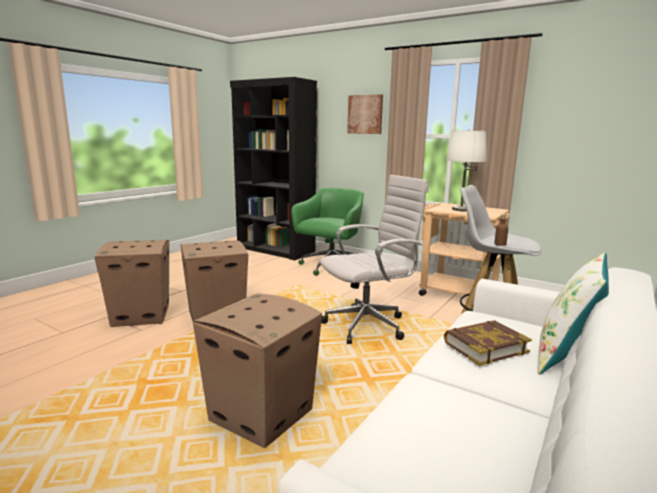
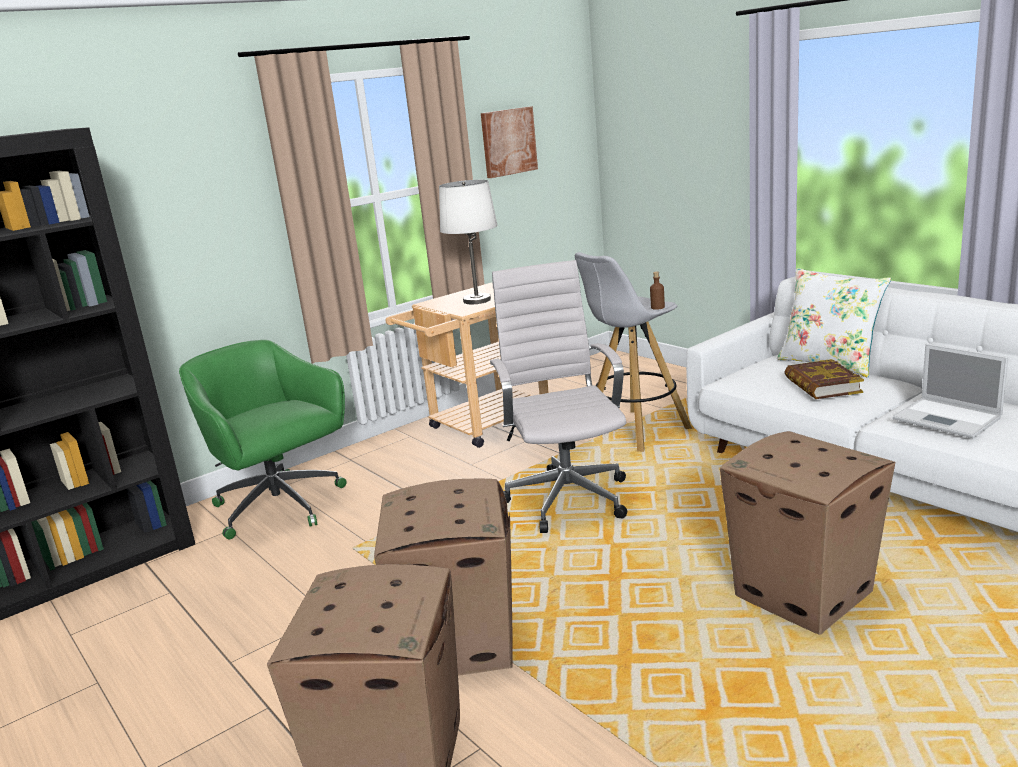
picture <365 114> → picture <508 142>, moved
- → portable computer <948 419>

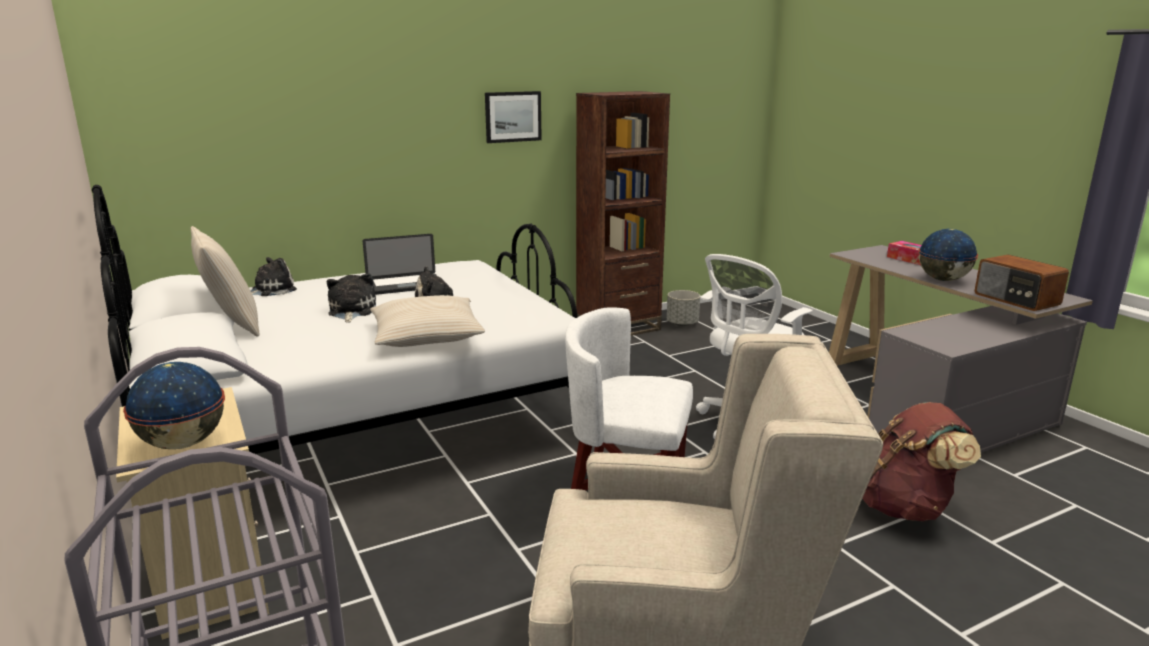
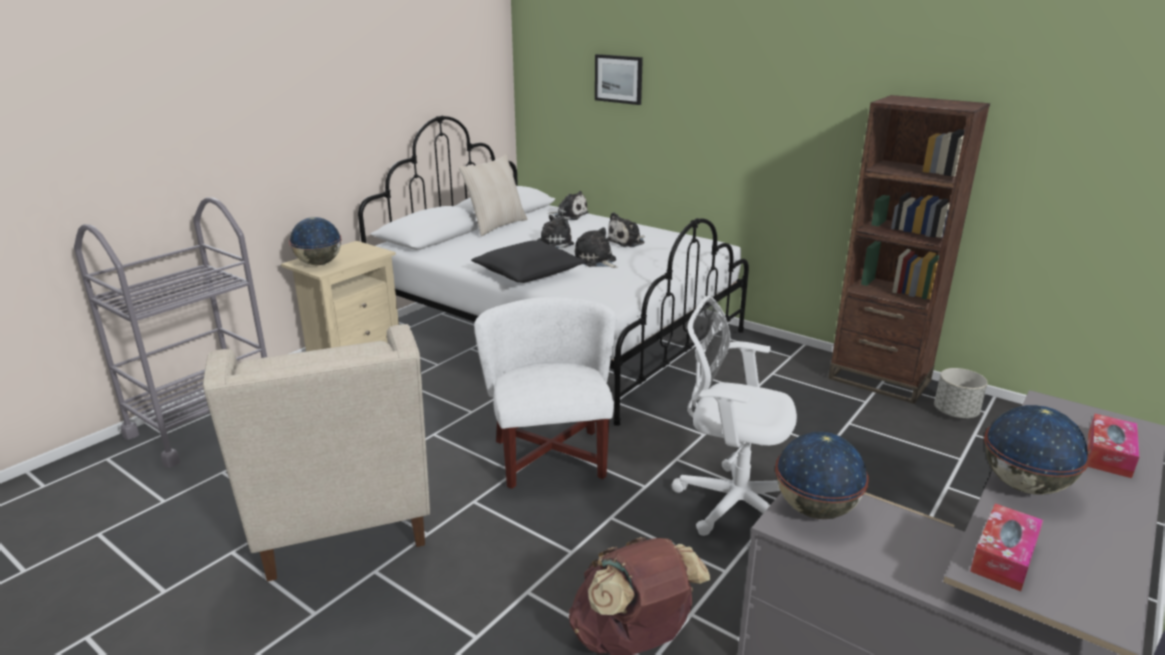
portable computer <404 285> → cuddly toy <627 242>
beige throw pillow <426 335> → black throw pillow <528 273>
picture <513 116> → picture <619 79>, moved
radio set <1016 300> → box of tissues <1003 556>
- → desk globe <815 510>

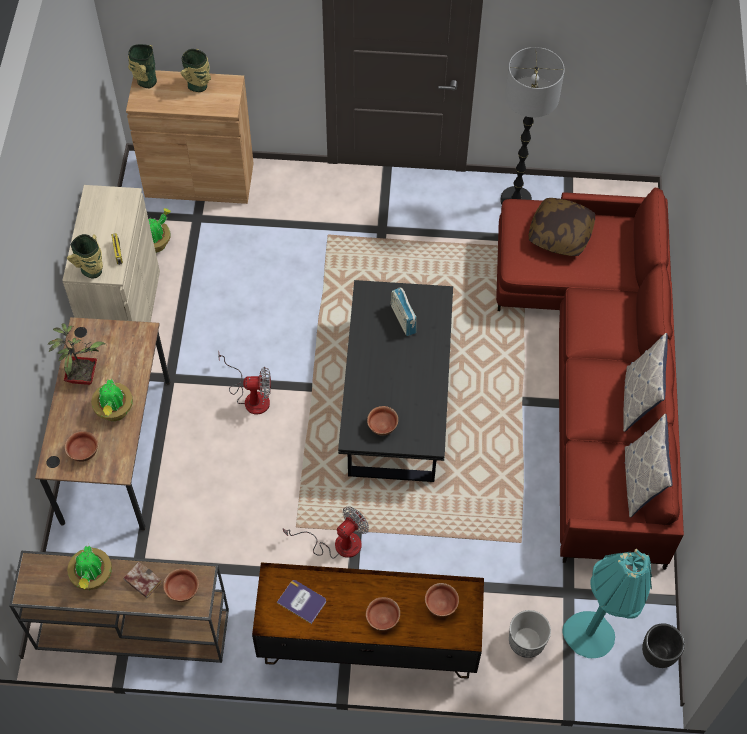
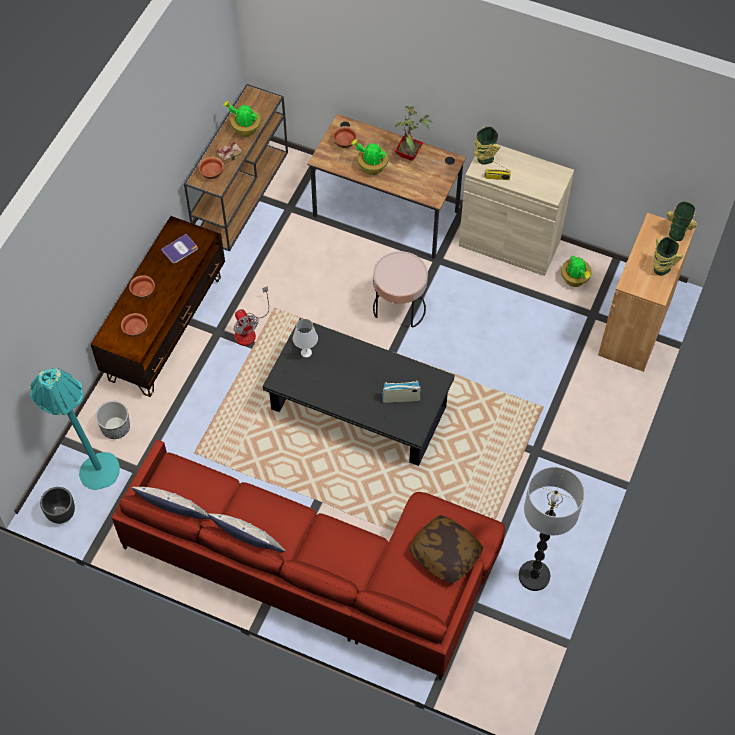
electric fan <251 396> → pink-coloured accent table <399 308>
deep dish <383 427> → white table lamp <306 352>

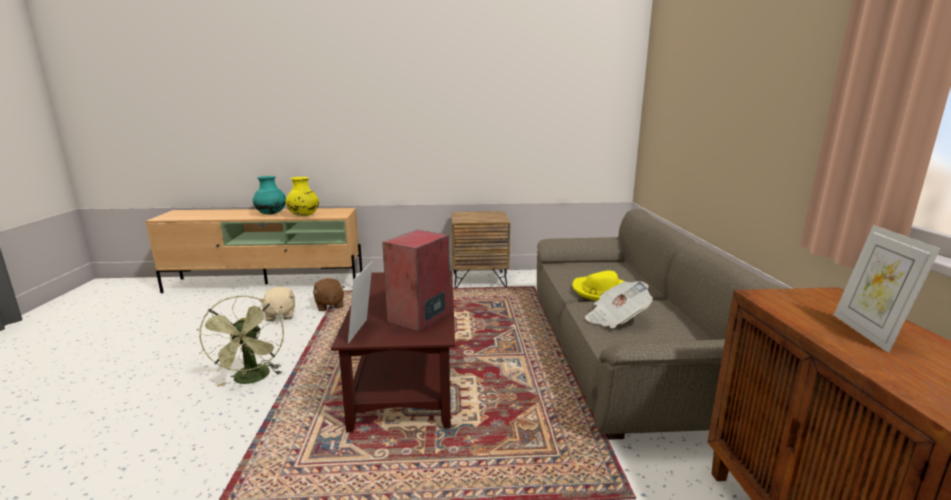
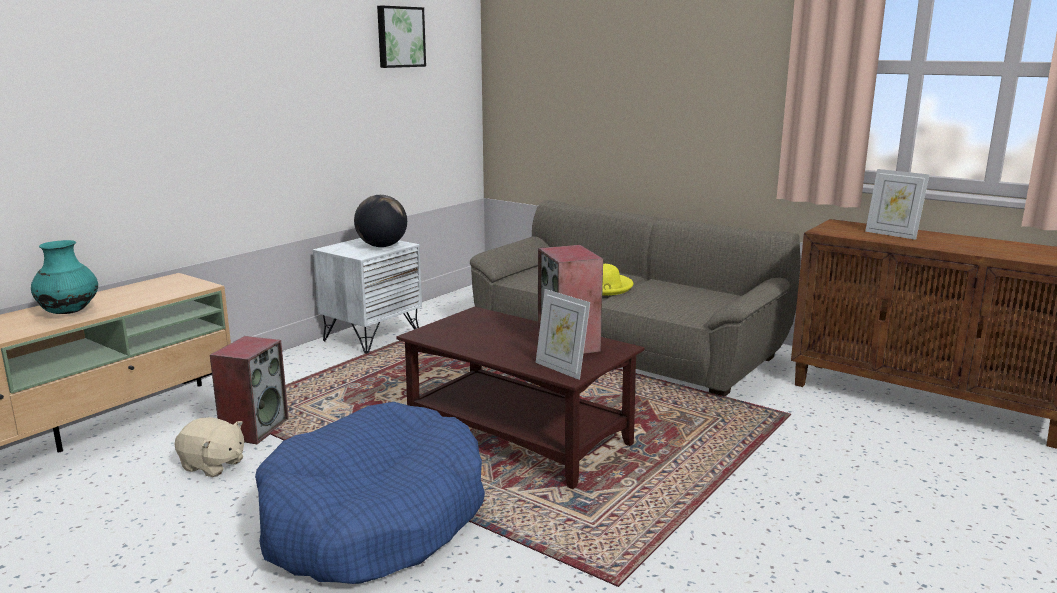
greenish electric fan <252 379> → blue-coloured pet bed <373 519>
yellowish flower vase <303 215> → -
brown-coloured cuddly toy <329 305> → speaker <254 428>
brown-coloured bedside table <479 280> → white bedside table <371 337>
daily paper <616 319> → -
- → desk globe <382 246>
- → picture <399 37>

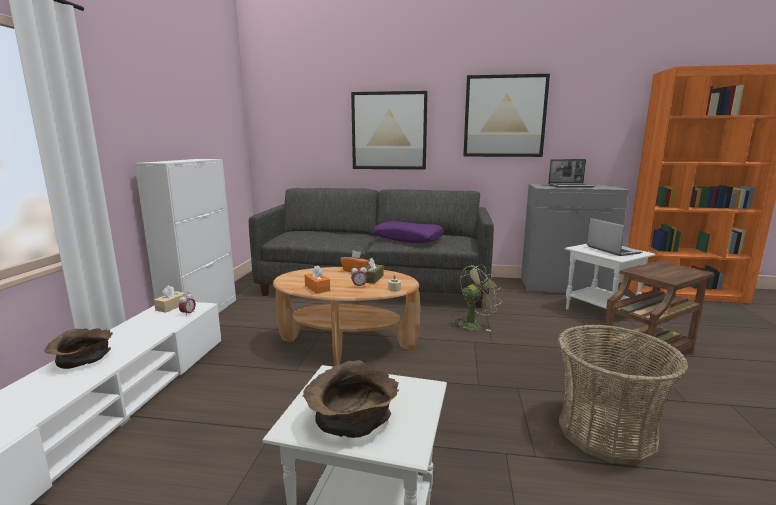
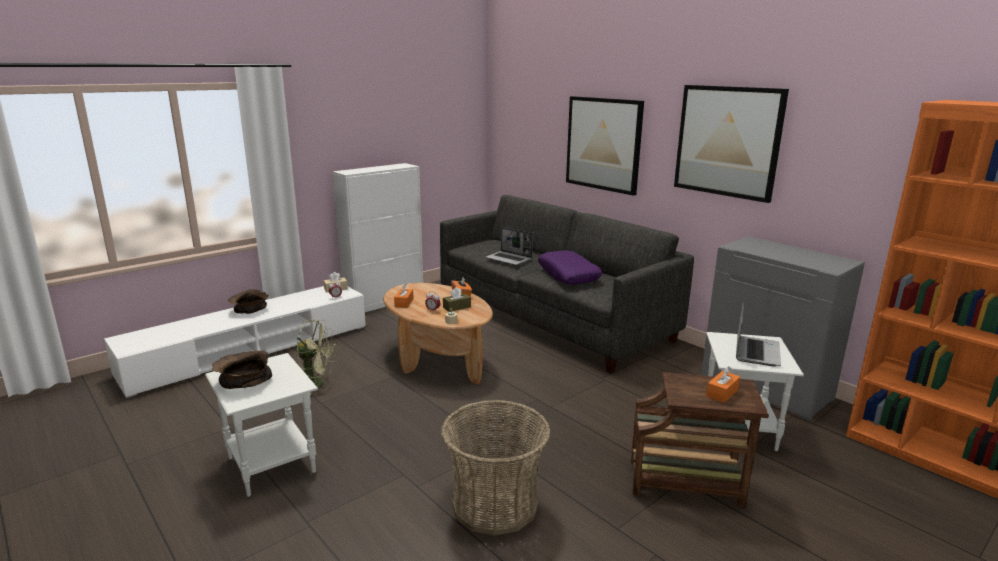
greenish electric fan <473 324> → greenish electric fan <316 384>, moved
portable computer <571 186> → portable computer <509 259>, moved
- → orange box of tissues <722 393>

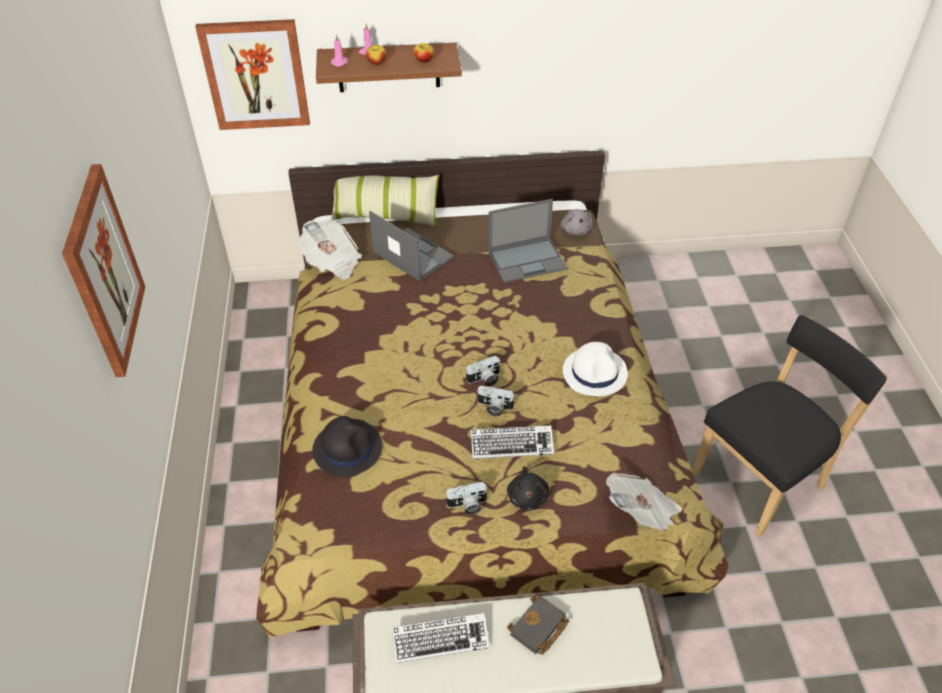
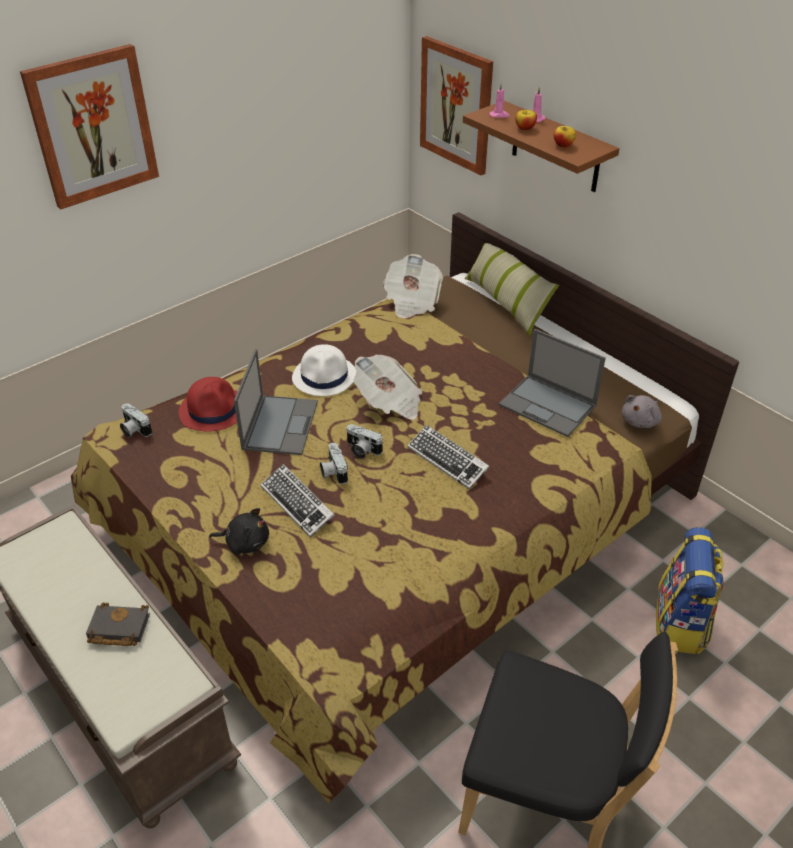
black clothing hat <347 448> → red clothing hat <213 410>
portable computer <412 254> → portable computer <280 424>, moved
PC keyboard <440 640> → PC keyboard <447 460>, moved
still camera <467 505> → still camera <134 430>, moved
black cuddly toy <527 496> → black cuddly toy <245 542>, 135 degrees counterclockwise
white clothing hat <595 372> → white clothing hat <325 376>, moved
daily paper <642 512> → daily paper <389 402>, moved
- → rucksack <680 624>

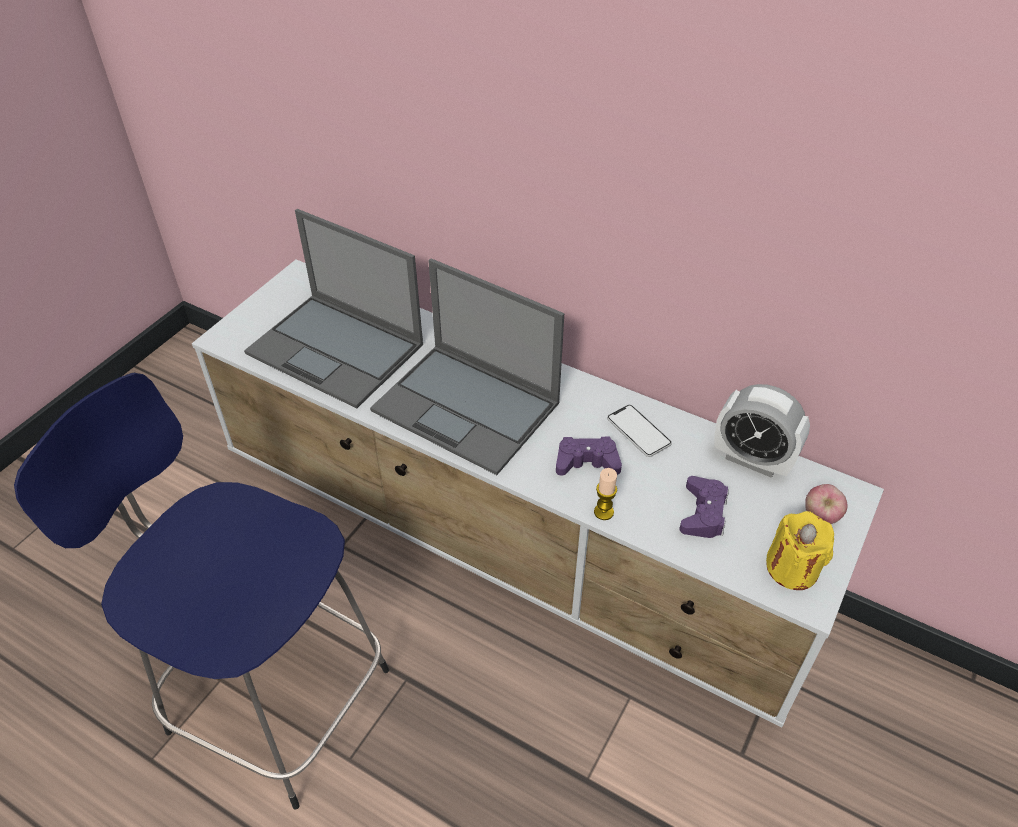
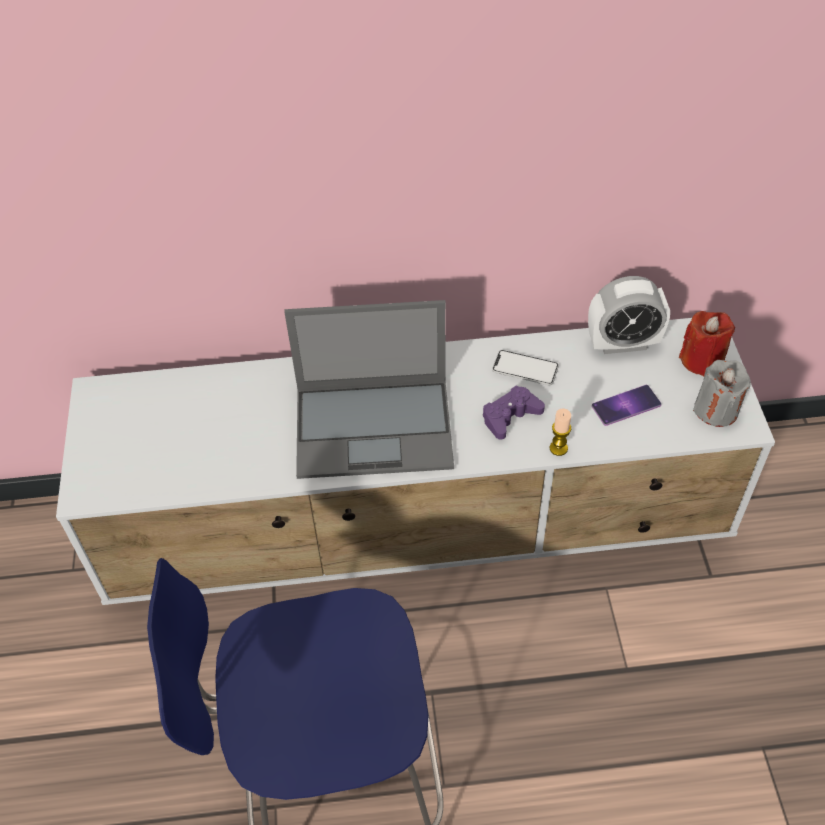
portable computer <337 349> → -
purple joypad <703 513> → phone <626 405>
yellowish candle <792 568> → grey candle <716 410>
whole apple <820 517> → red candle <702 360>

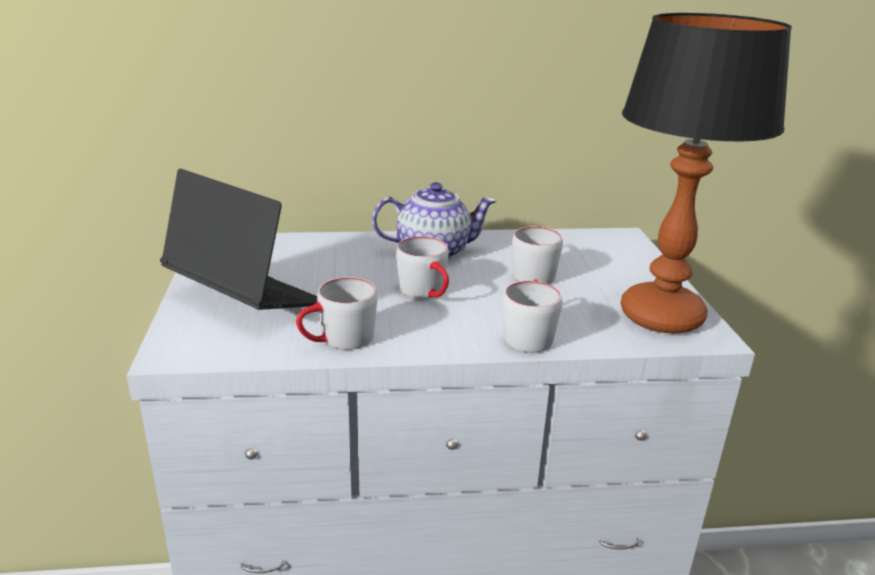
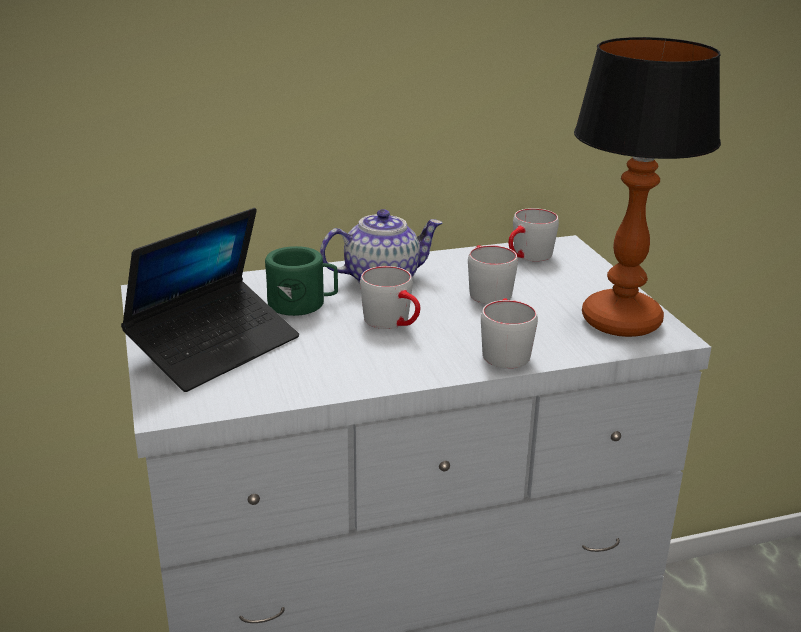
portable computer <246 299> → portable computer <215 347>, 105 degrees clockwise
grey mug <337 341> → grey mug <527 257>, moved
- → greenish mug <303 304>

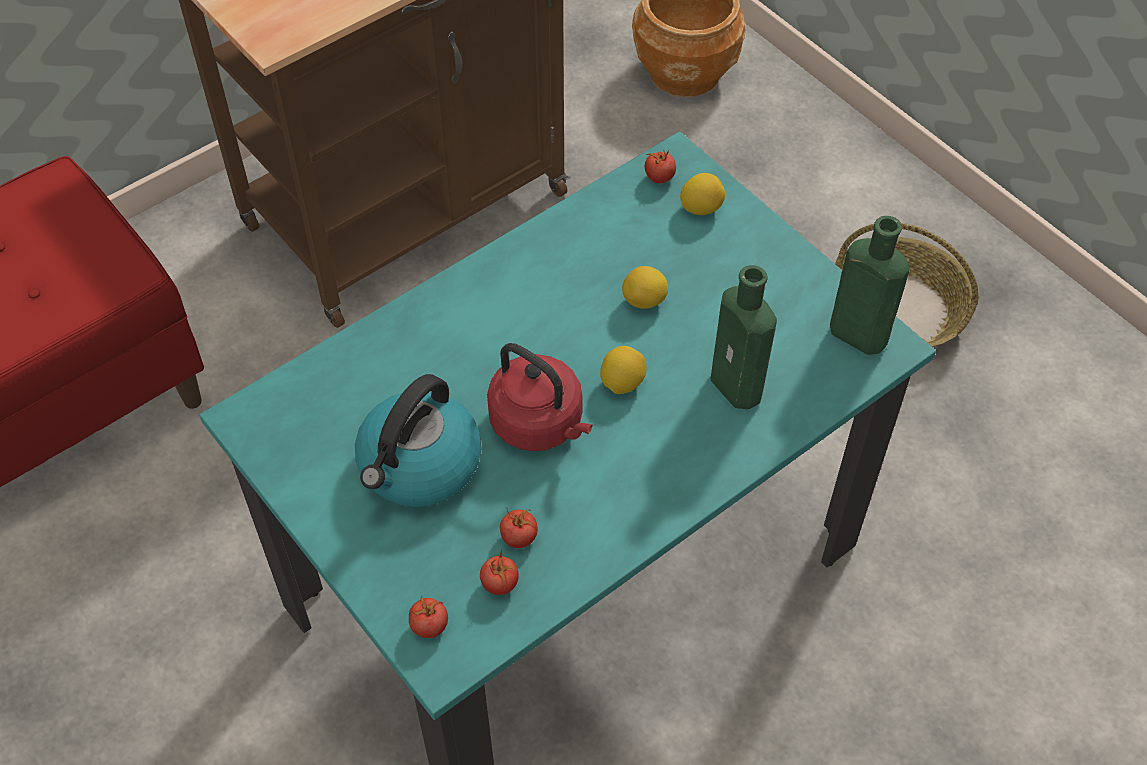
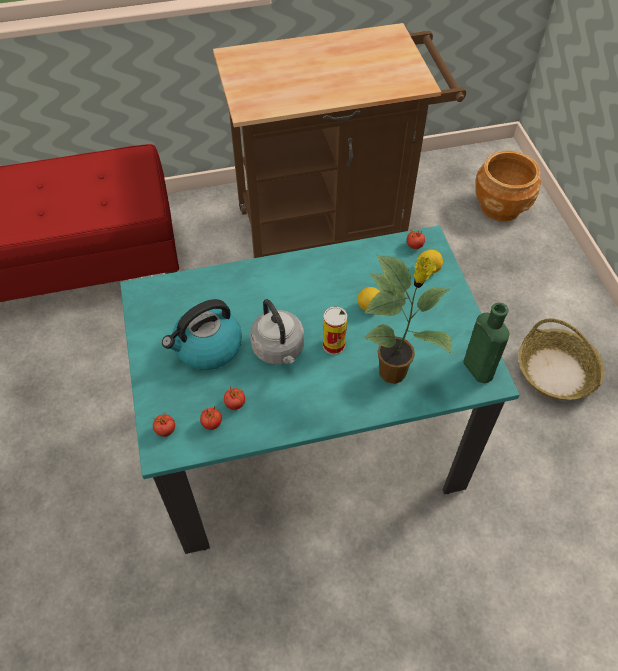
red kettle <540 424> → grey kettle <279 350>
citrus fruit <622 382> → can <333 345>
greenish bottle <739 388> → plant in a pot <394 372>

